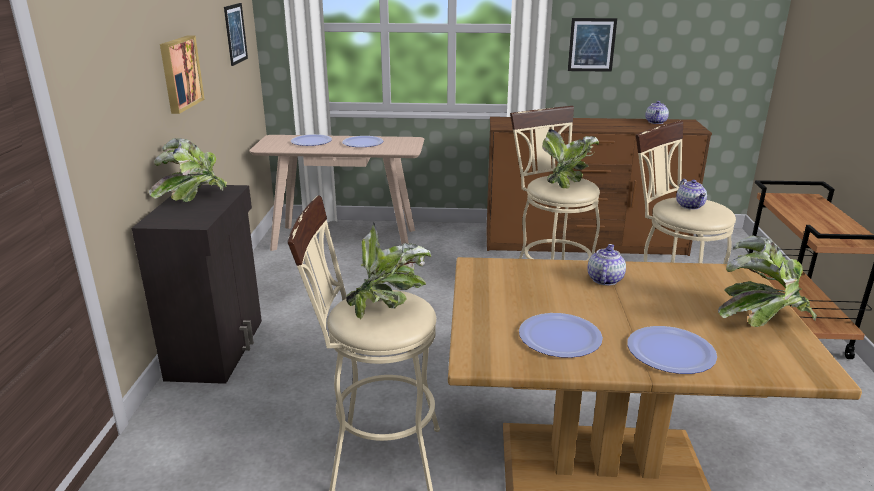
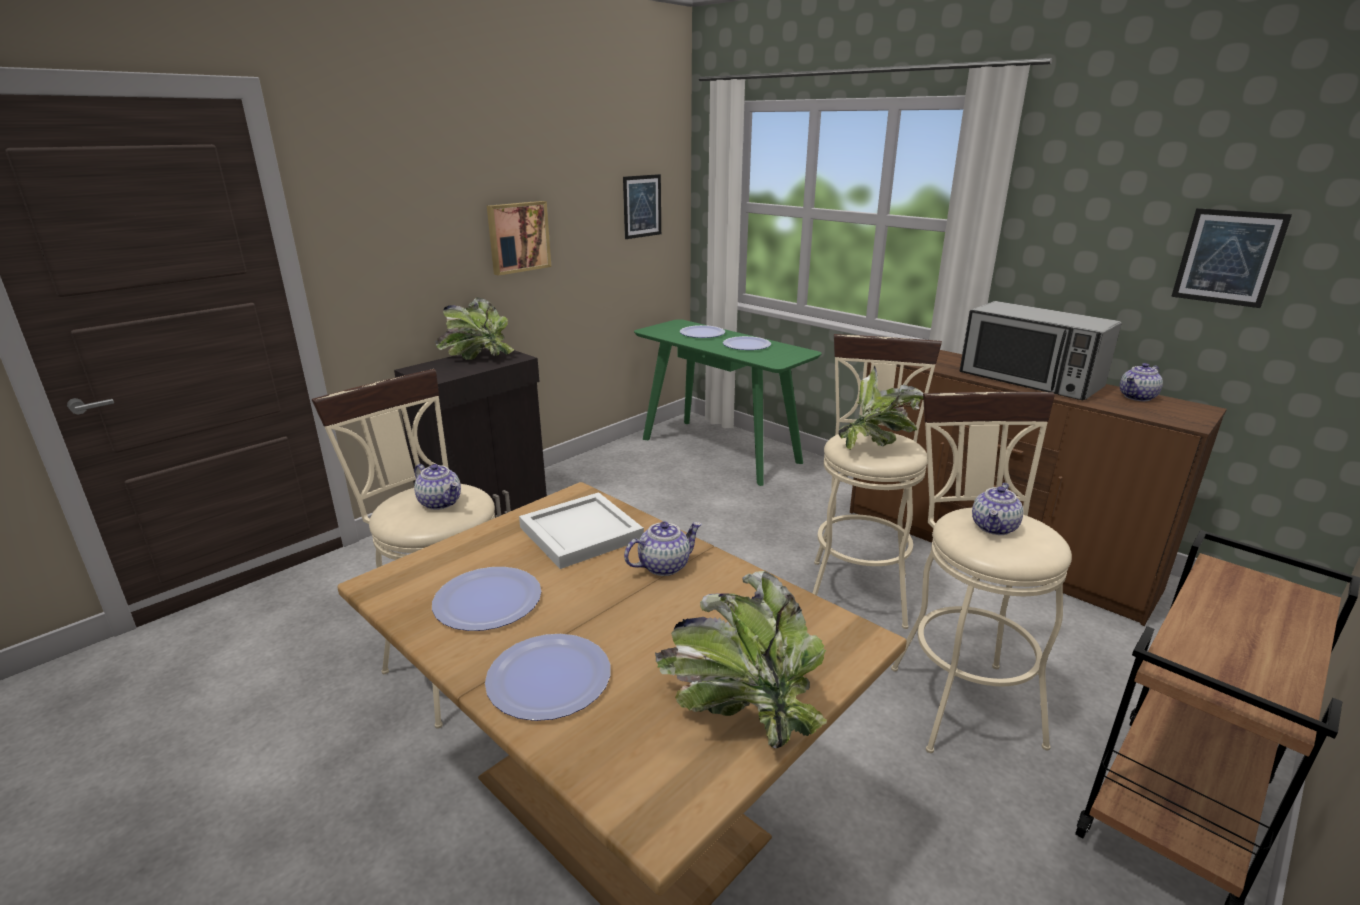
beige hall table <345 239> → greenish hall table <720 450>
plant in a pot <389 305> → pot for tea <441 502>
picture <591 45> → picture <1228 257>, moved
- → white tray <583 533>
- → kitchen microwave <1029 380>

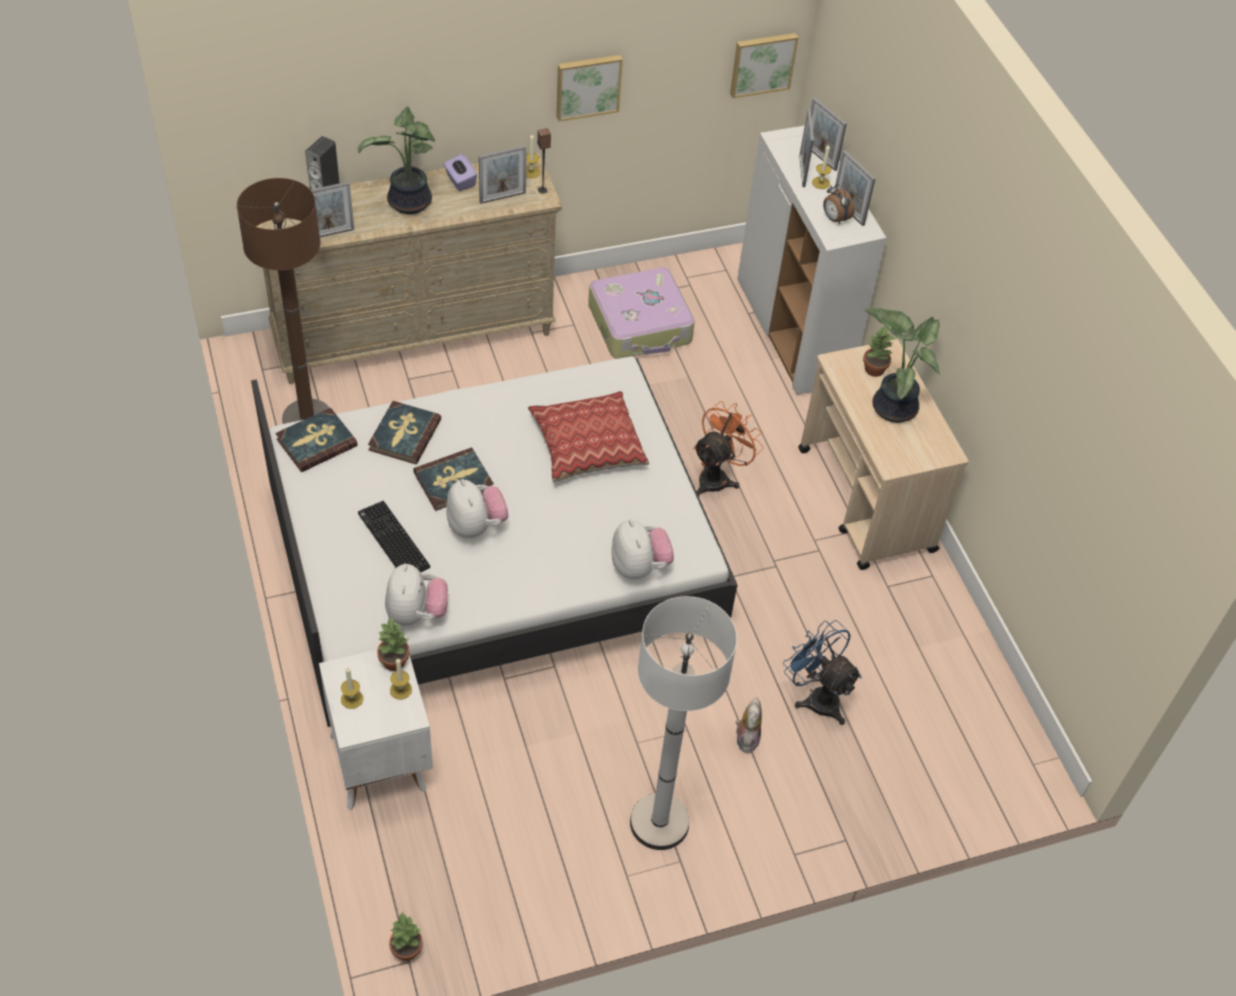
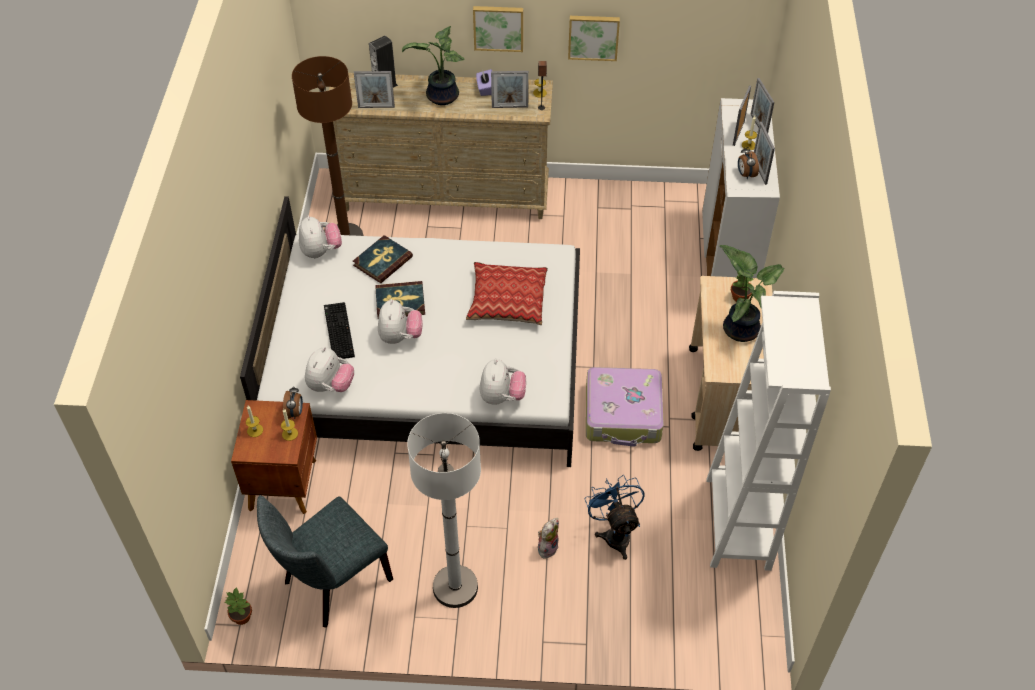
bound book <316 442> → cuddly toy <321 251>
white bedside table <380 761> → brown-coloured bedside table <284 484>
plant in a pot <394 661> → table clock <295 413>
suitcase <641 325> → suitcase <623 414>, moved
orange electric fan <718 477> → -
picture <762 63> → picture <498 27>, moved
- → grey plain chair <332 584>
- → white bookshelf <738 523>

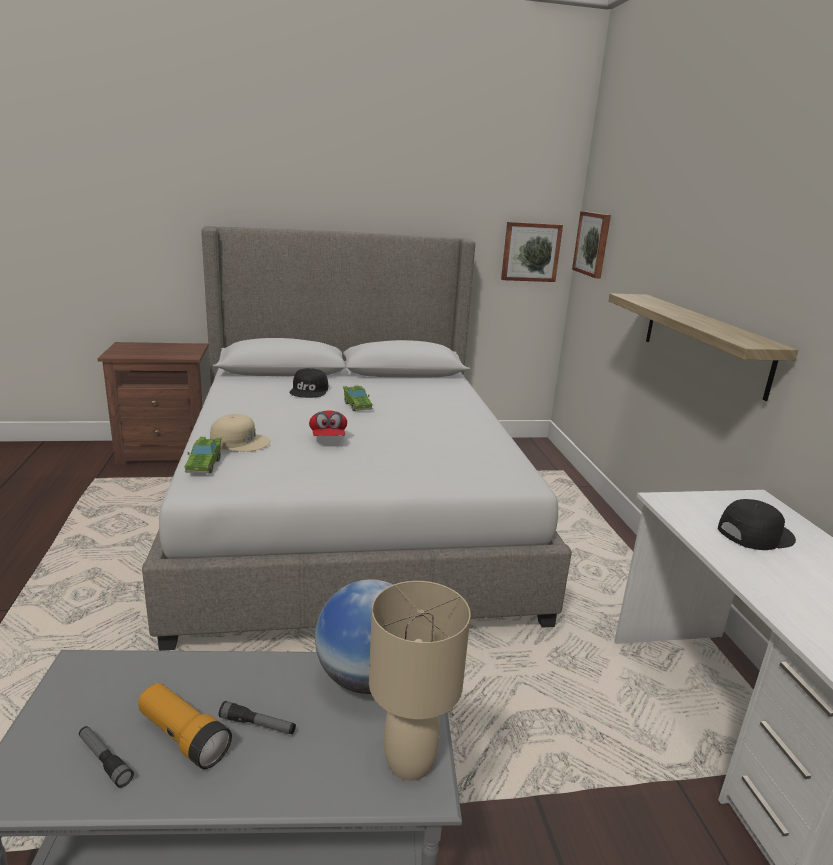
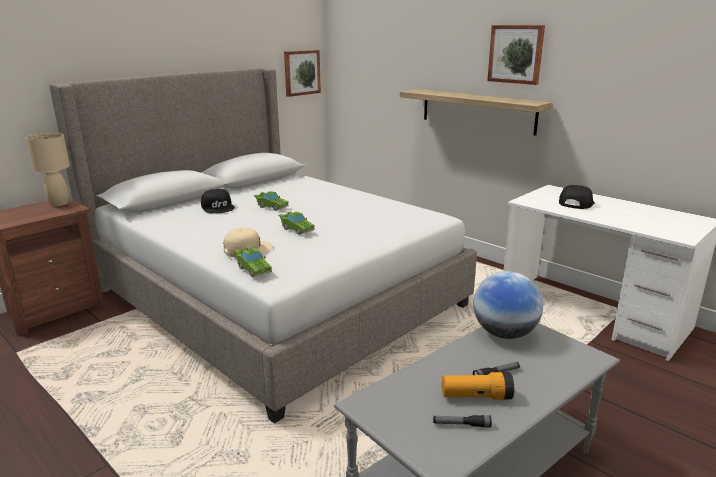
red baseball cap <328 438> → greenish model car <296 229>
beige table lamp <409 763> → beige table lamp <59 204>, moved
picture <593 244> → picture <516 54>, moved

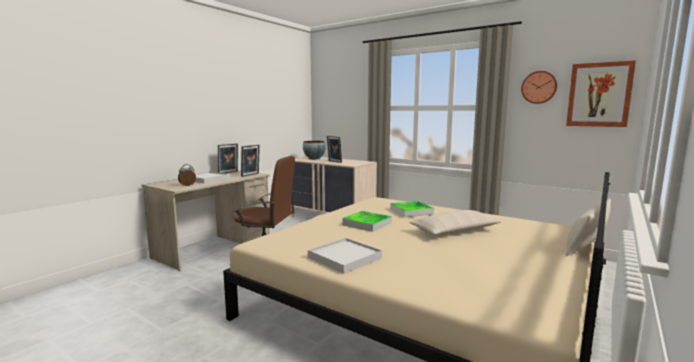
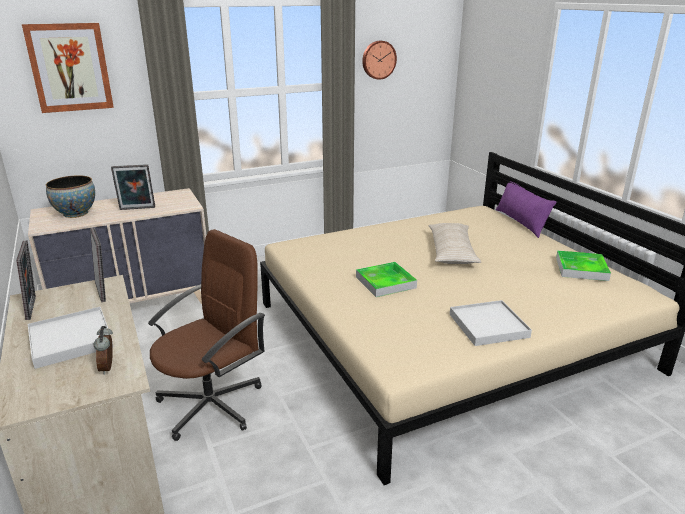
tray <411 211> → tray <581 269>, moved
picture <599 95> → picture <70 67>, moved
beige throw pillow <586 245> → purple throw pillow <521 222>

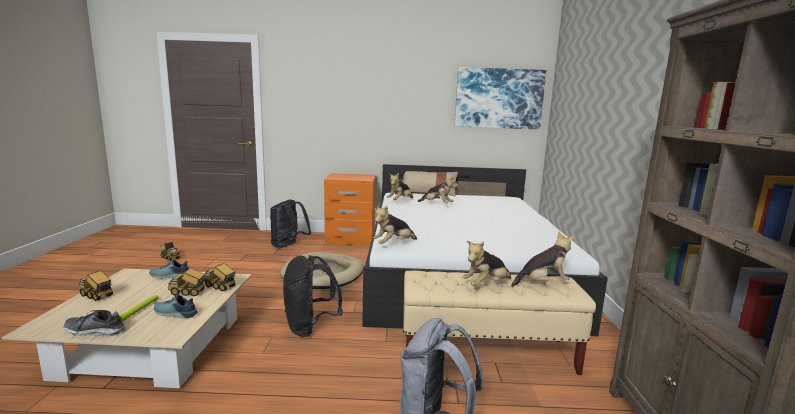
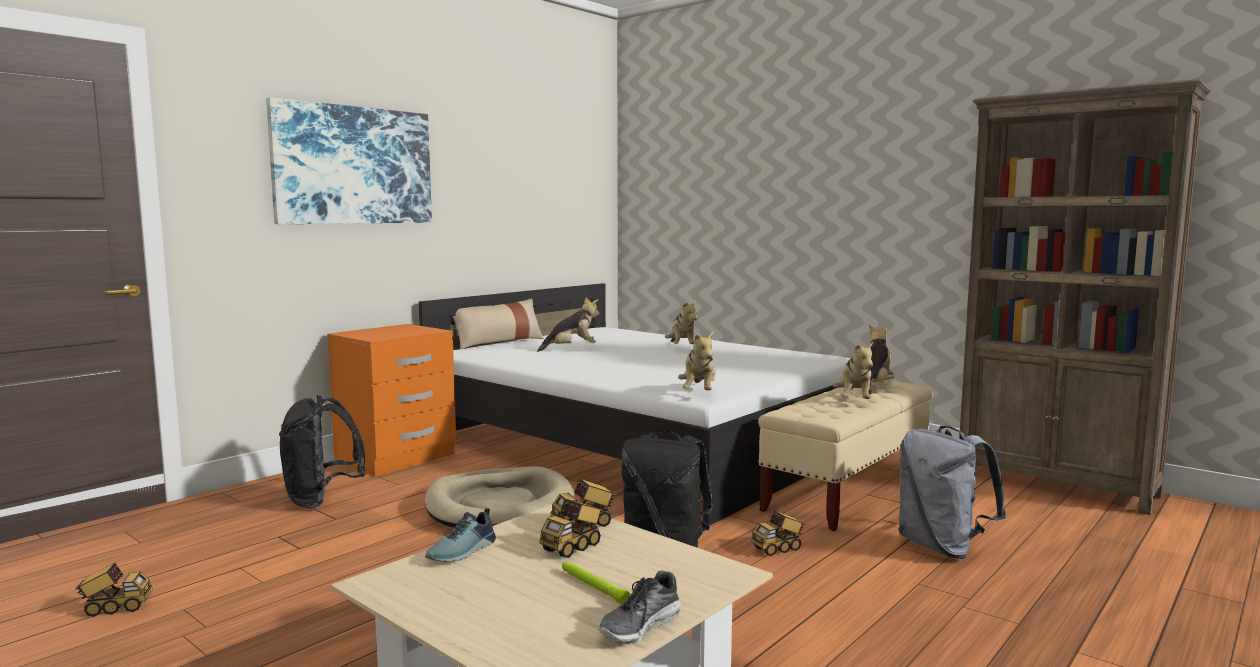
model truck <97 296> → model truck <778 549>, moved
shoe <174 314> → -
cuddly toy <400 201> → cuddly toy <681 347>, moved
picture <498 98> → picture <353 165>, moved

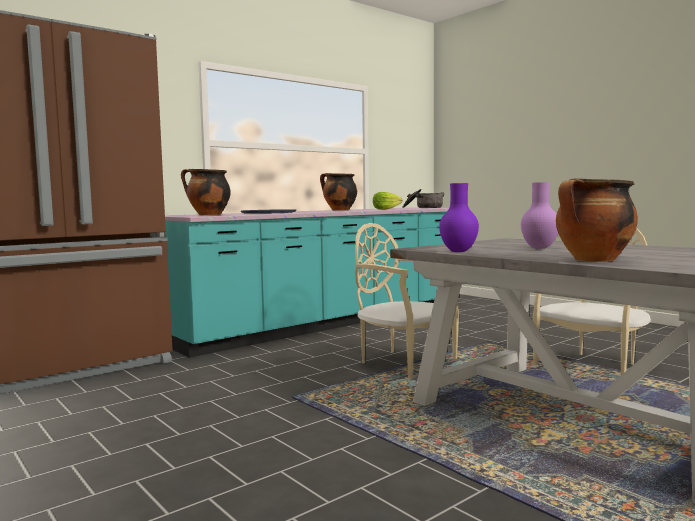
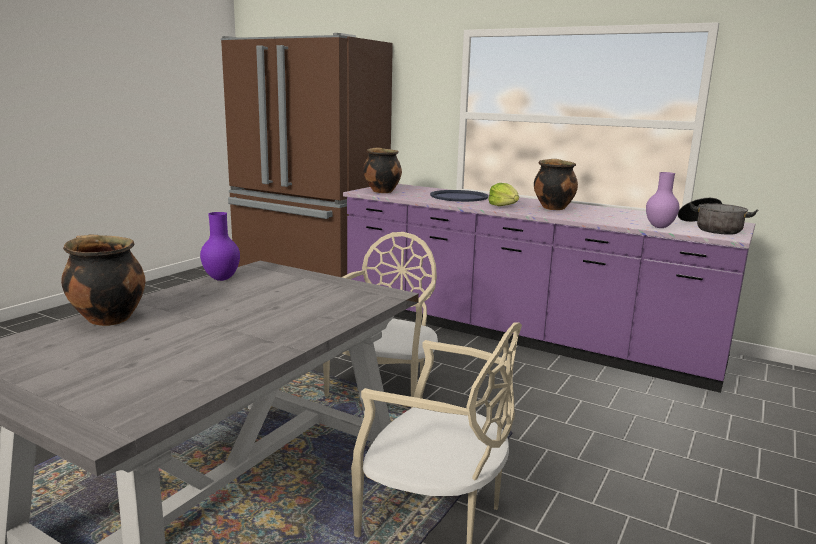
blue-green kitchen counter <328 323> → purple kitchen counter <519 335>
lettuce head <385 209> → lettuce head <503 206>, moved
purple flower vase <539 248> → purple flower vase <658 227>, moved

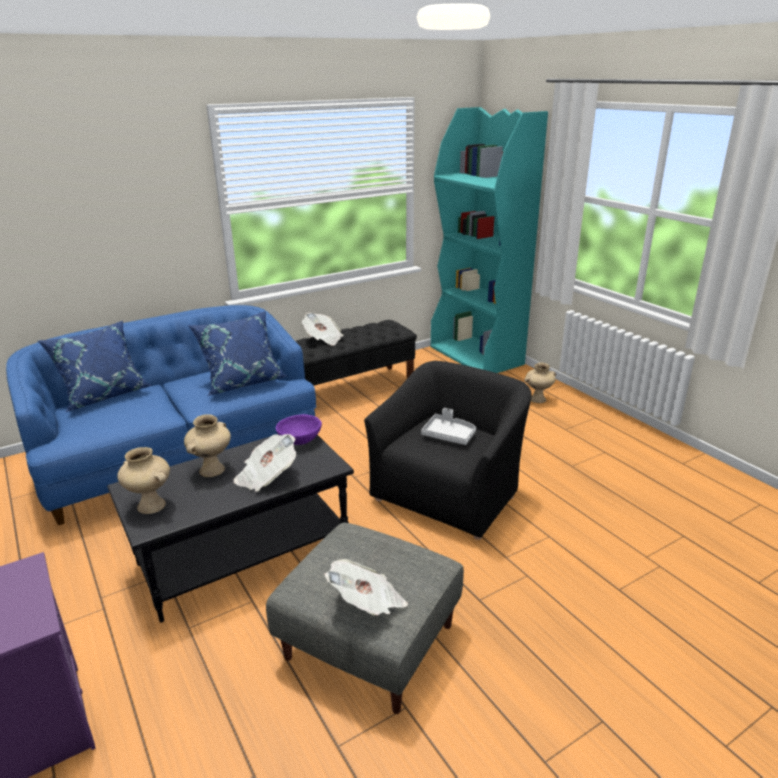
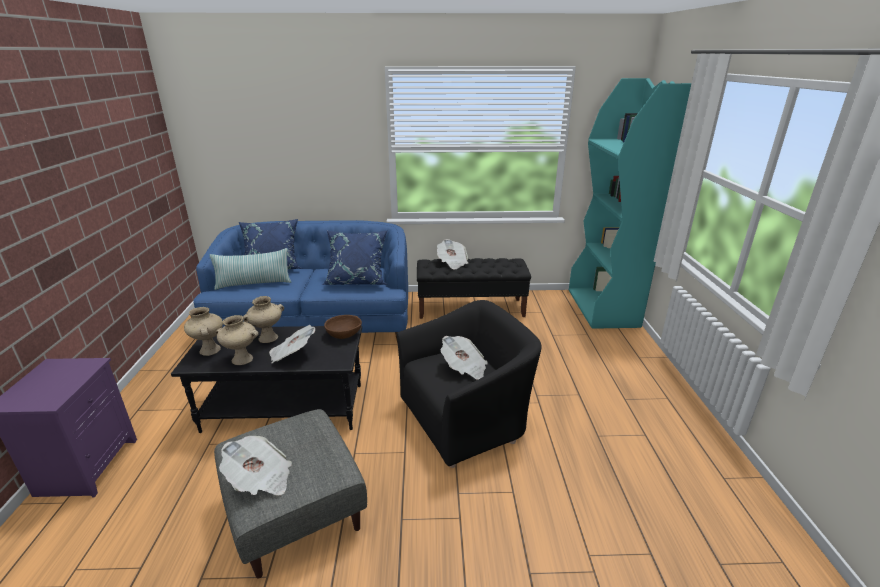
purple deep dish <300 439> → brown-coloured deep dish <344 334>
grey tray <449 435> → daily paper <464 368>
beige flower vase <537 400> → beige flower vase <241 360>, moved
- → throw pillow <254 284>

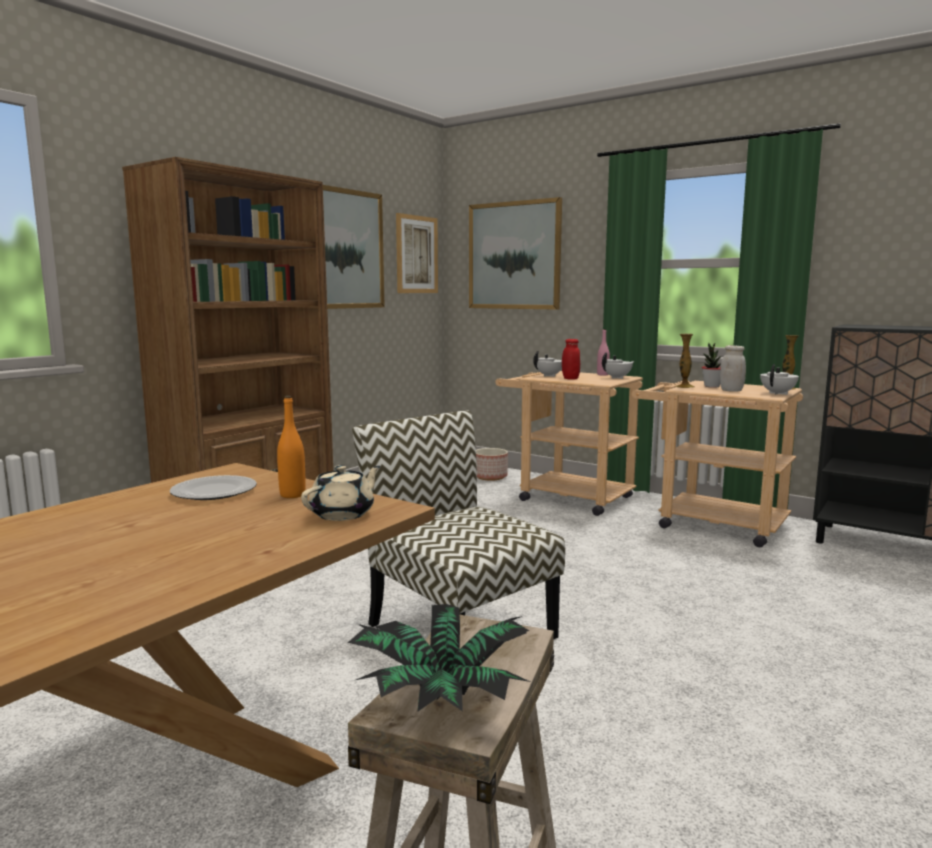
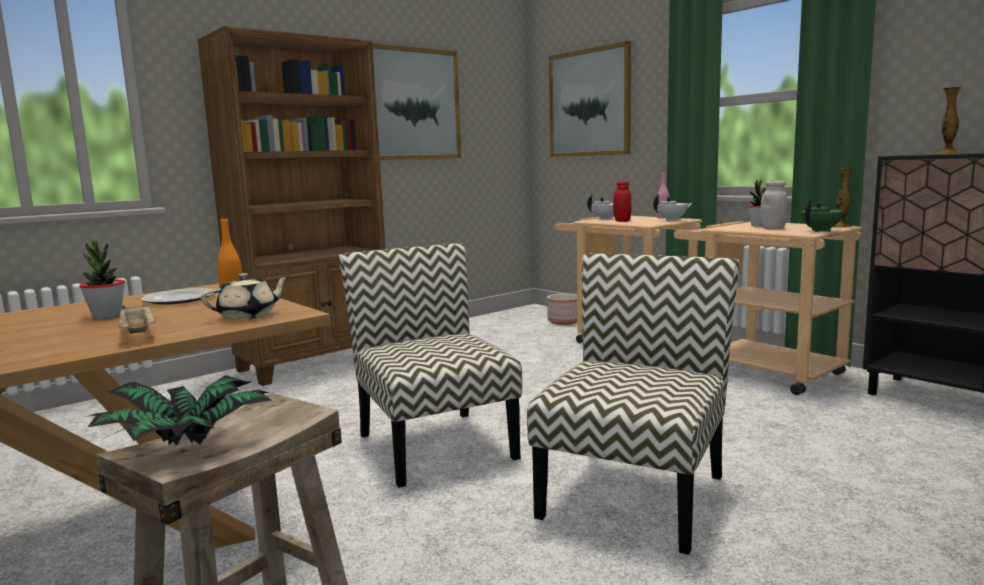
picture <416 254> → -
flower vase <684 387> → flower vase <948 153>, moved
white pot for tea <778 393> → greenish pot for tea <821 231>
- → plant in a pot <107 316>
- → beige tray <139 334>
- → plain chair <633 494>

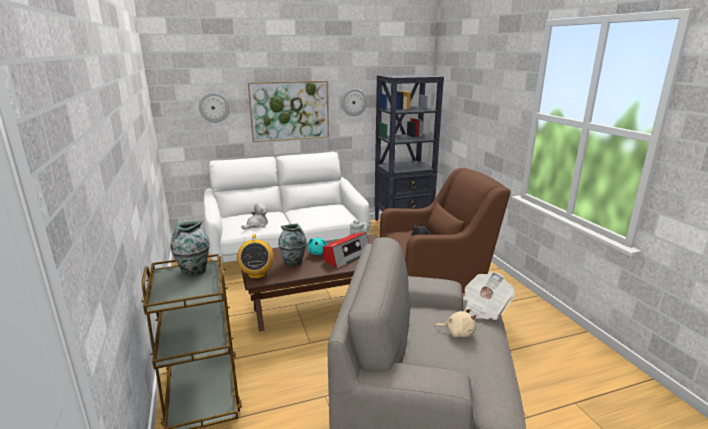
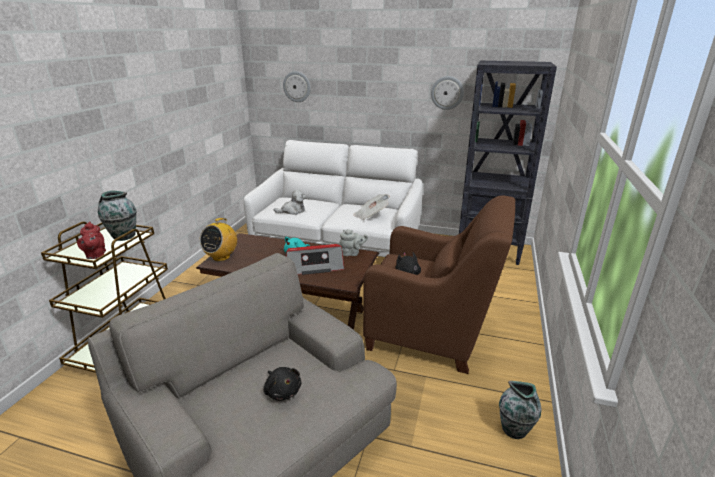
picture <289 110> → -
flower vase <293 262> → flower vase <515 430>, moved
beige cuddly toy <458 332> → black cuddly toy <282 391>
daily paper <484 308> → daily paper <371 215>, moved
- → red pot for tea <95 255>

